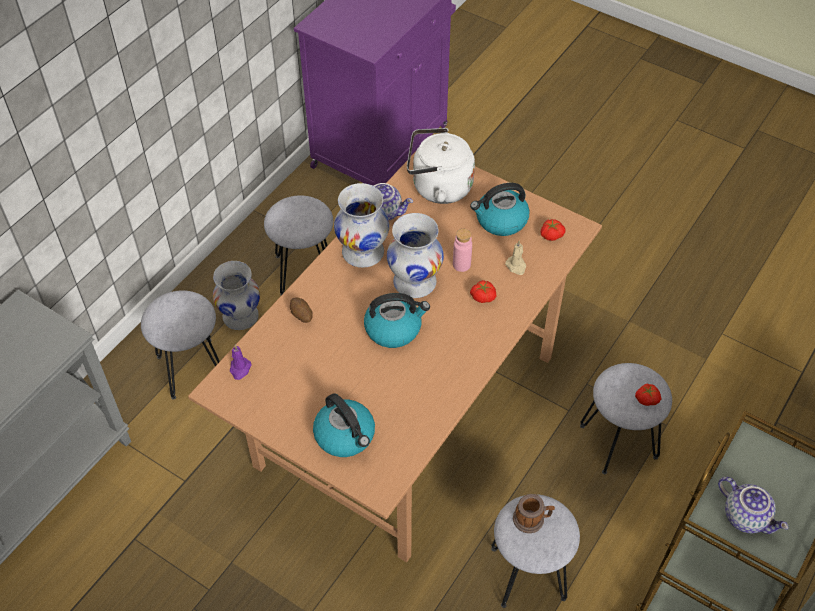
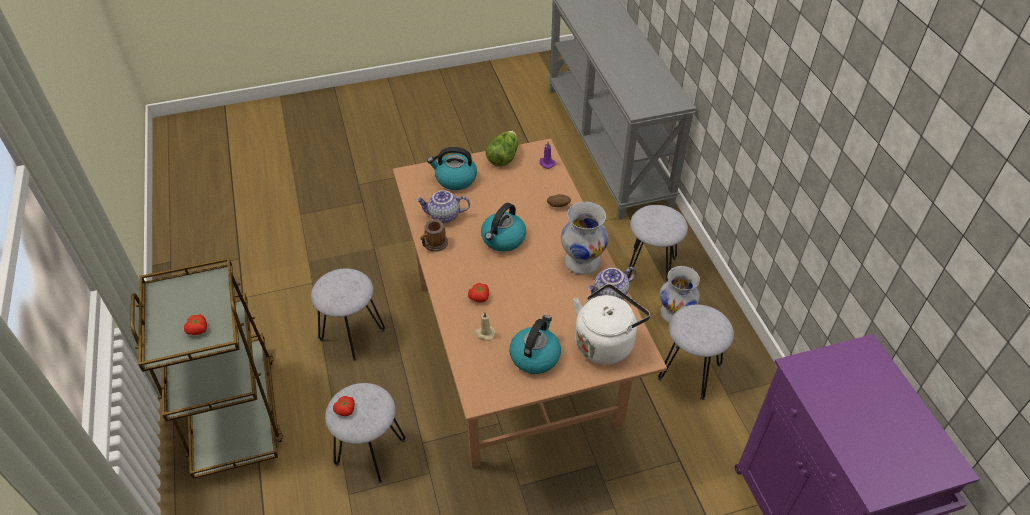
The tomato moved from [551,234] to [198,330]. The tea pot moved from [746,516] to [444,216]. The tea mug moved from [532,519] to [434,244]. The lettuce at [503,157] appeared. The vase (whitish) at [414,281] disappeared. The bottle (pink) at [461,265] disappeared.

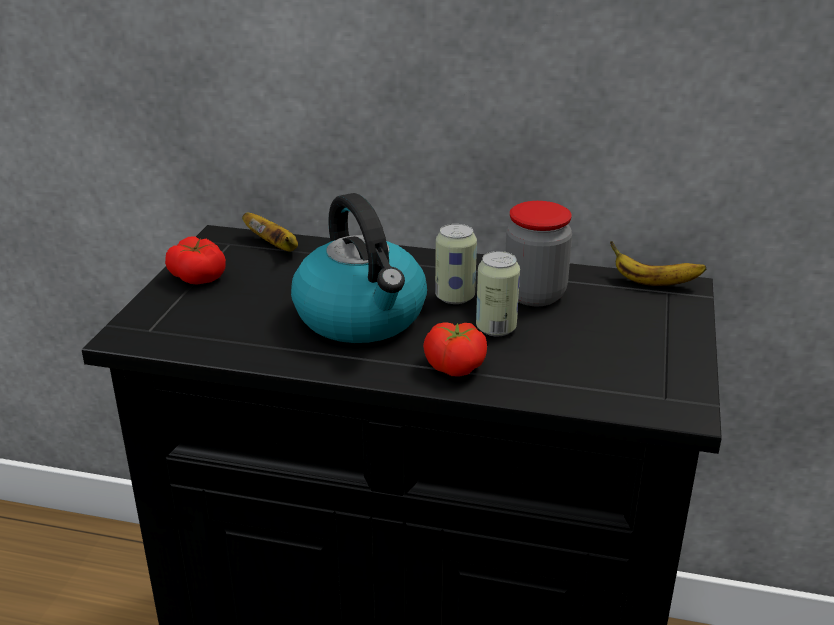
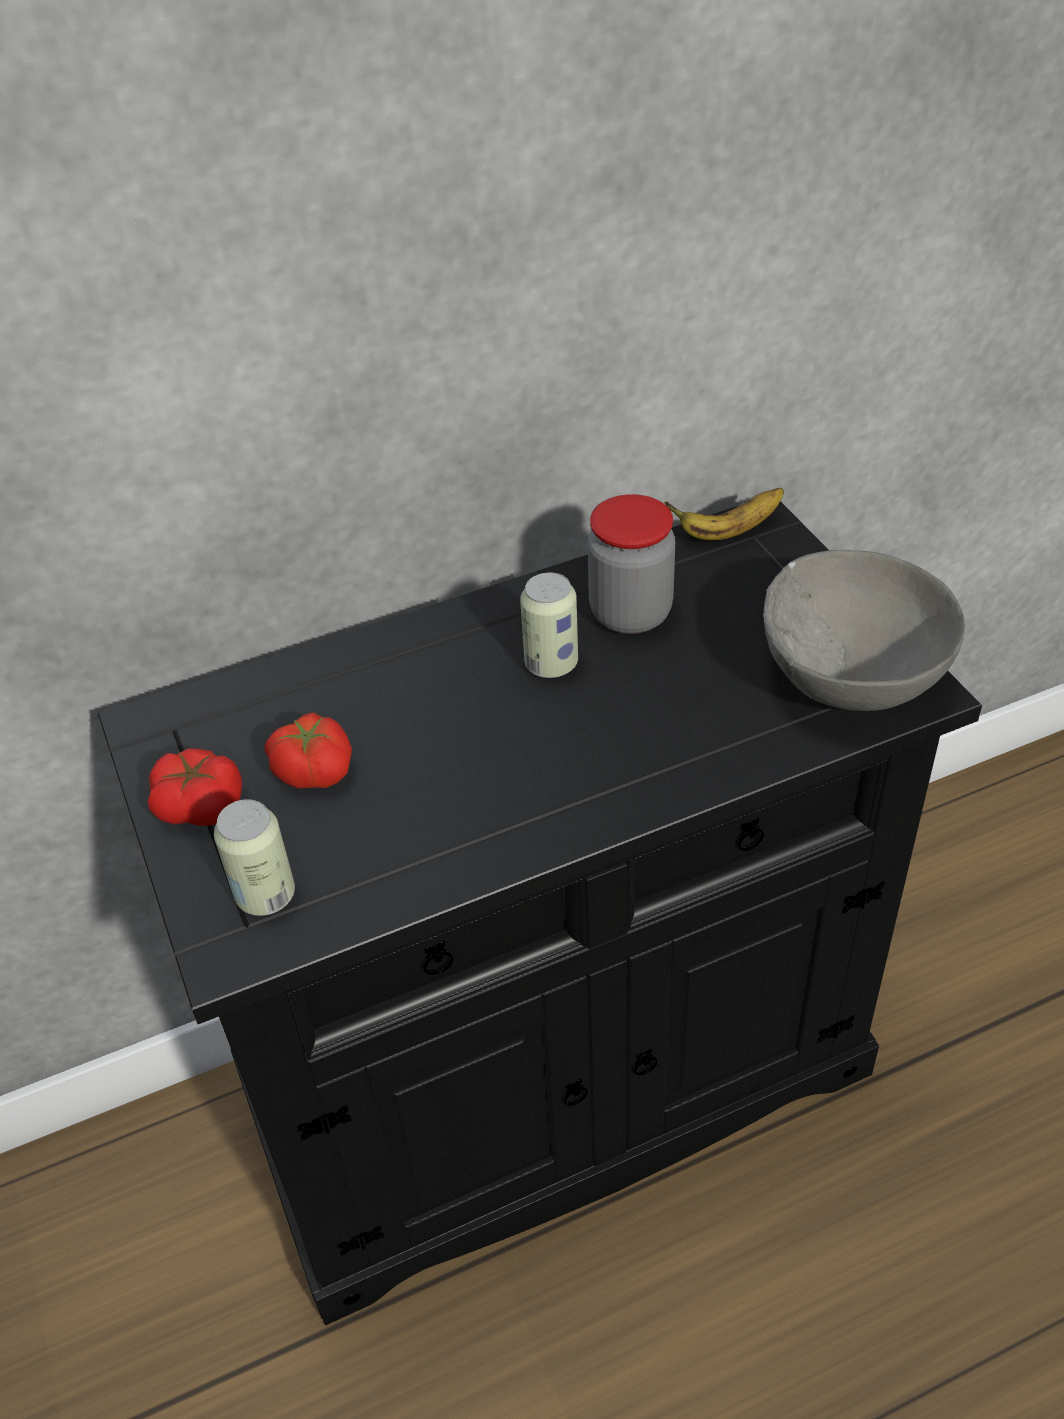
The can moved from [496,328] to [265,895]. The tomato moved from [456,366] to [315,769]. The serving bowl (gray) at [852,678] appeared. The whole banana at [275,246] disappeared. The water kettle at [362,317] disappeared.

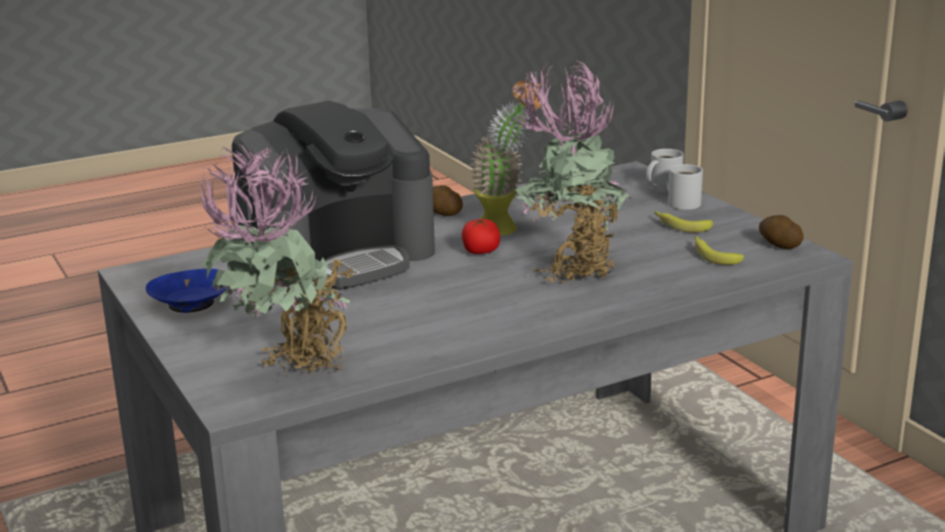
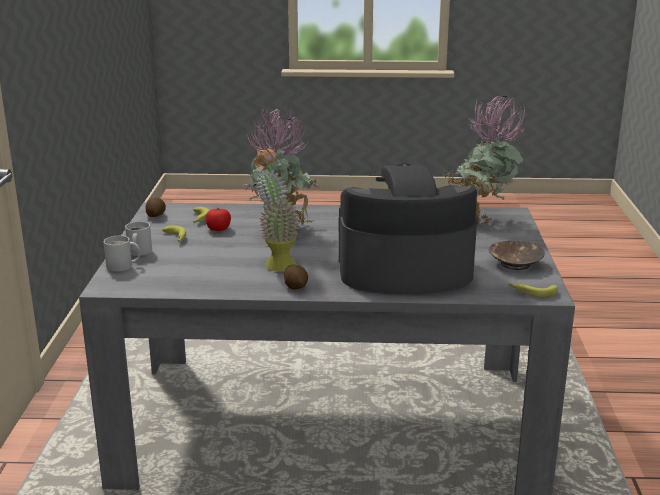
The tomato moved from [480,252] to [218,229]. The serving bowl (blue) at [192,303] became the serving bowl (brown) at [515,263]. The whole banana at [532,292] appeared.

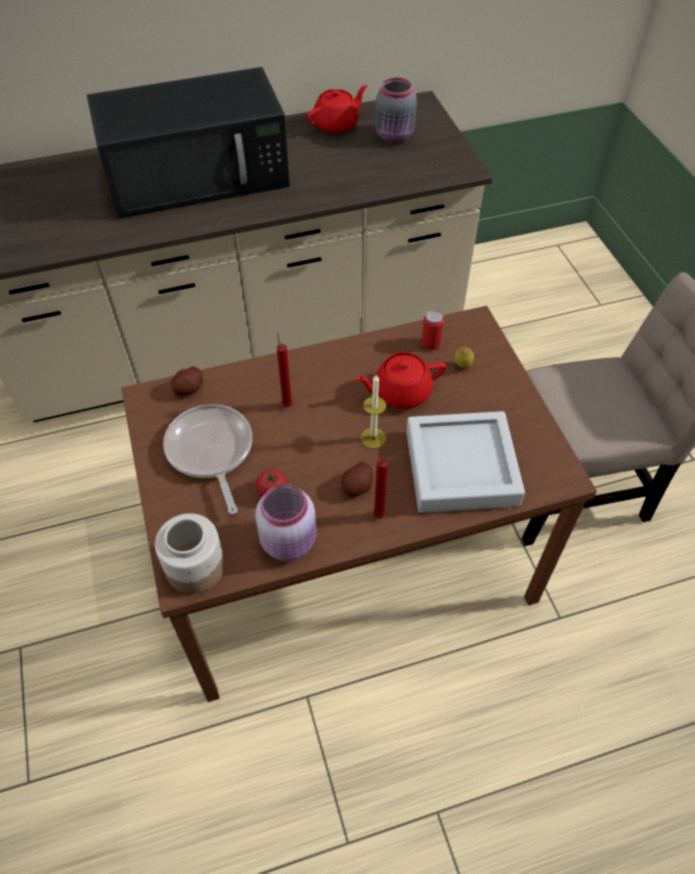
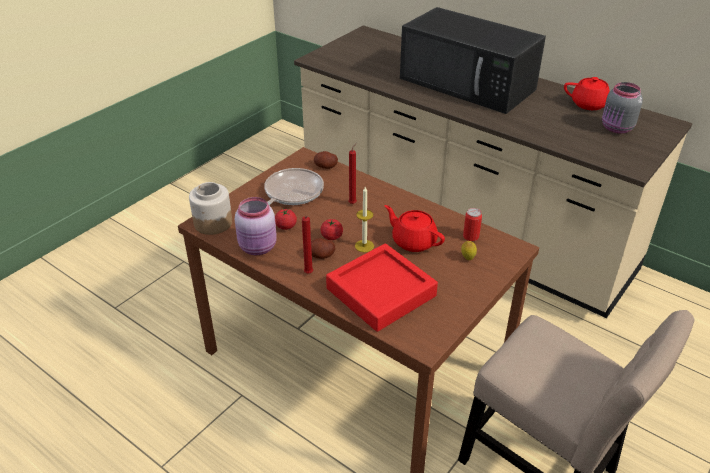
The tomato at [331,237] appeared. The carrying tray (gray) at [461,467] became the carrying tray (reddish) at [381,292].

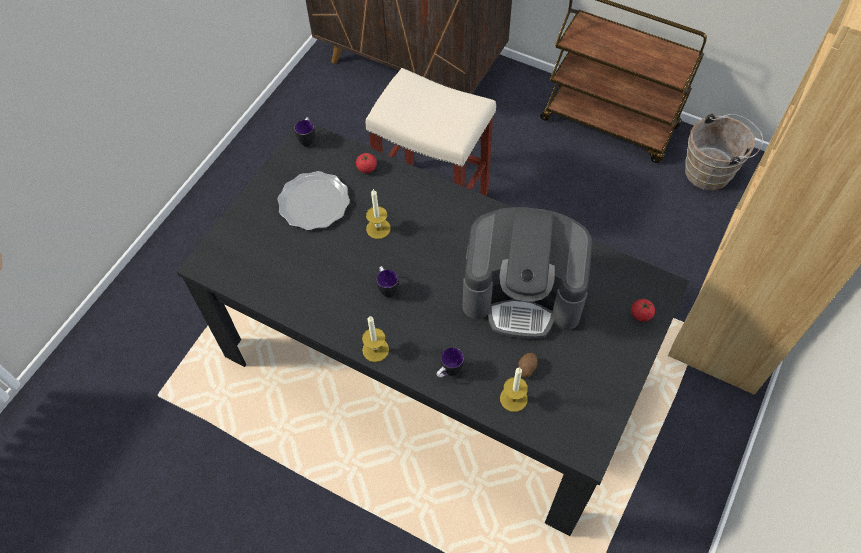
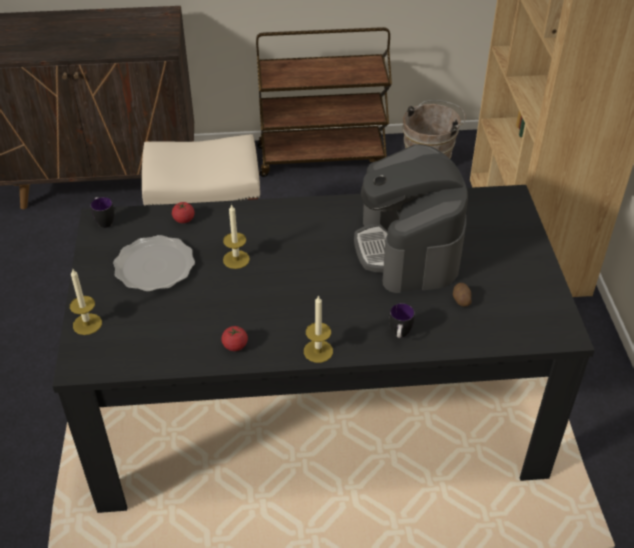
The candle moved from [513,398] to [87,324]. The tomato moved from [641,314] to [235,345]. The coffee maker at [523,293] turned 105 degrees clockwise. The tea mug at [387,288] disappeared.

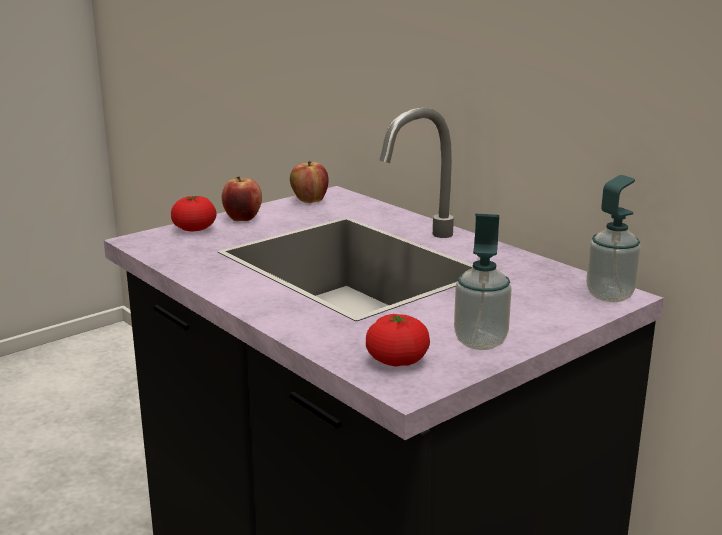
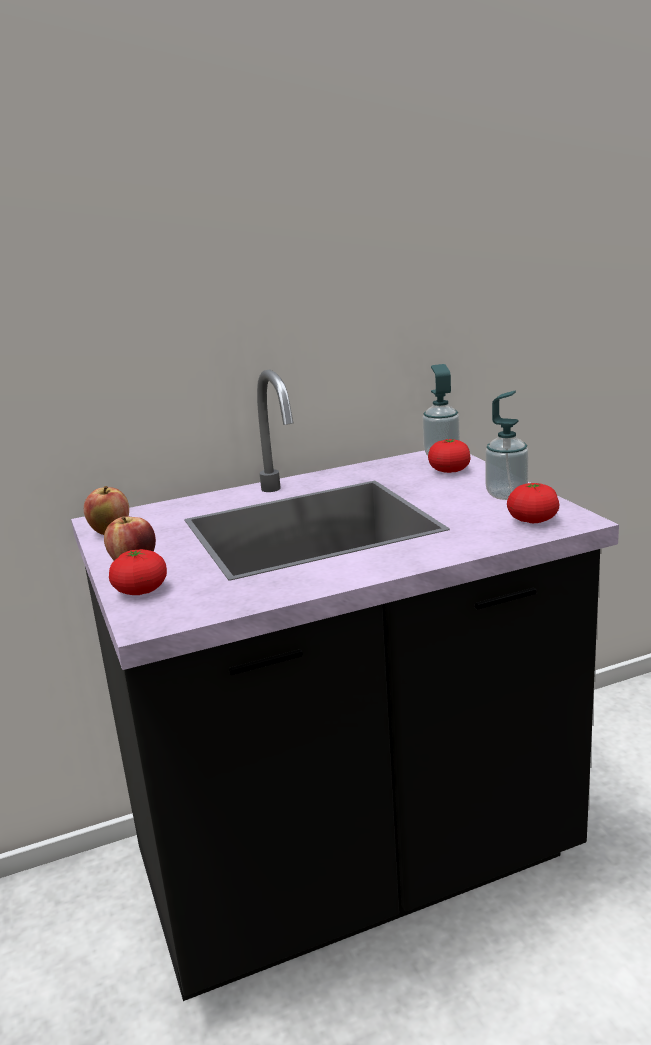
The tomato at [449,470] appeared.

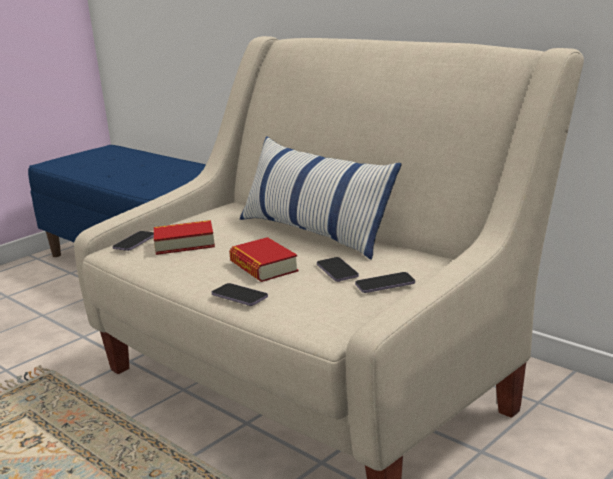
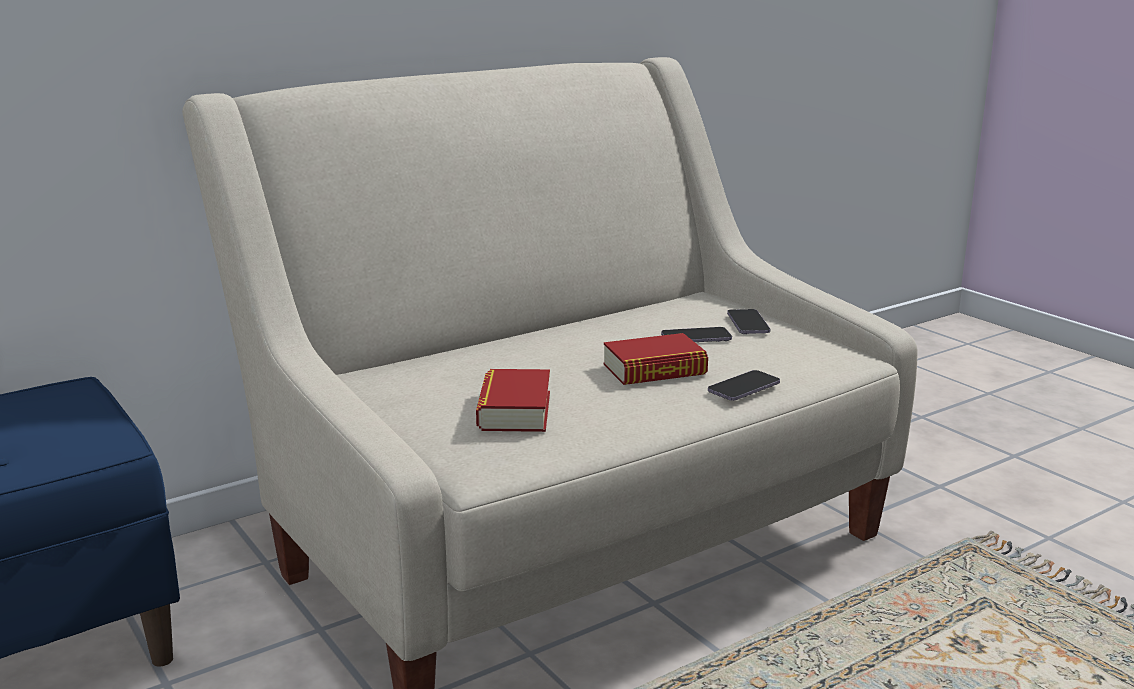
The phone at [135,242] disappeared. The pillow at [315,232] disappeared.

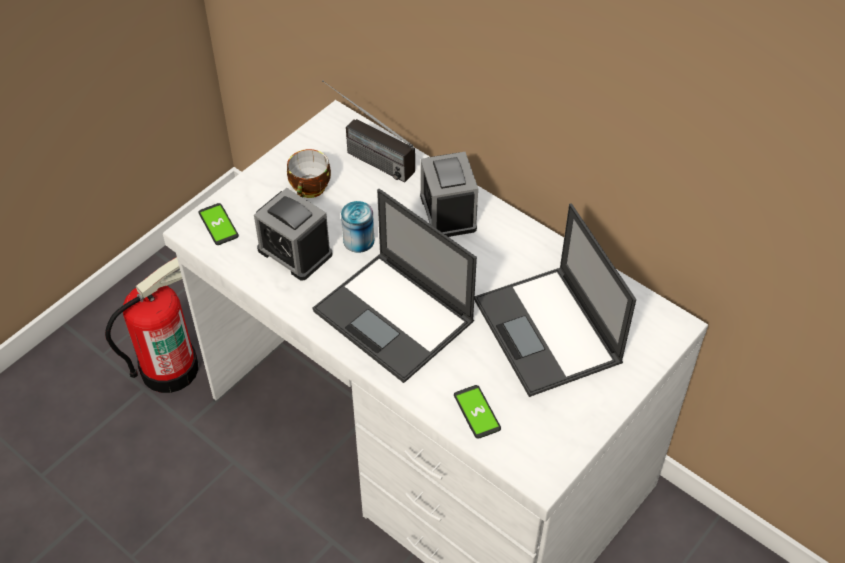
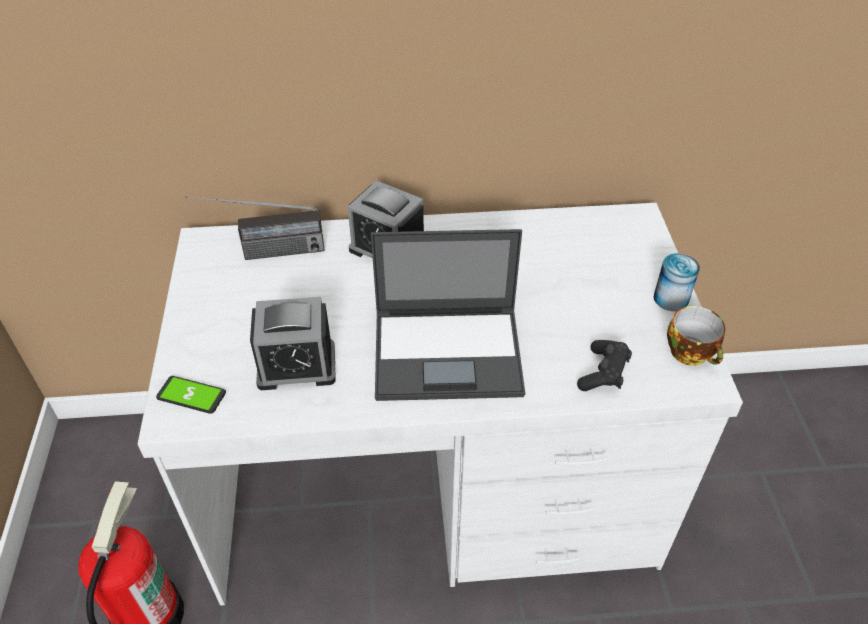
The phone at [477,412] was replaced by the gamepad (black) at [603,373]. The can moved from [358,240] to [671,298]. The drinking cup moved from [310,189] to [692,353]. The notebook computer at [548,332] disappeared.

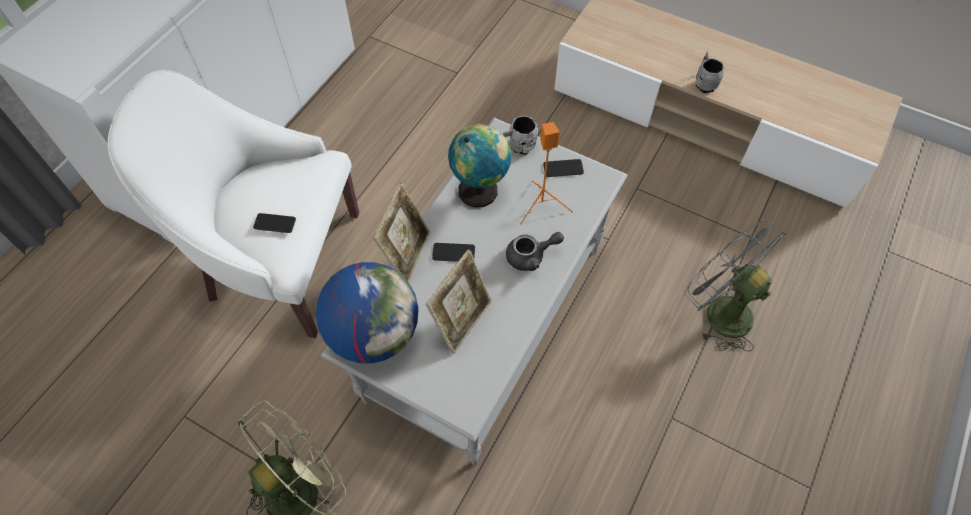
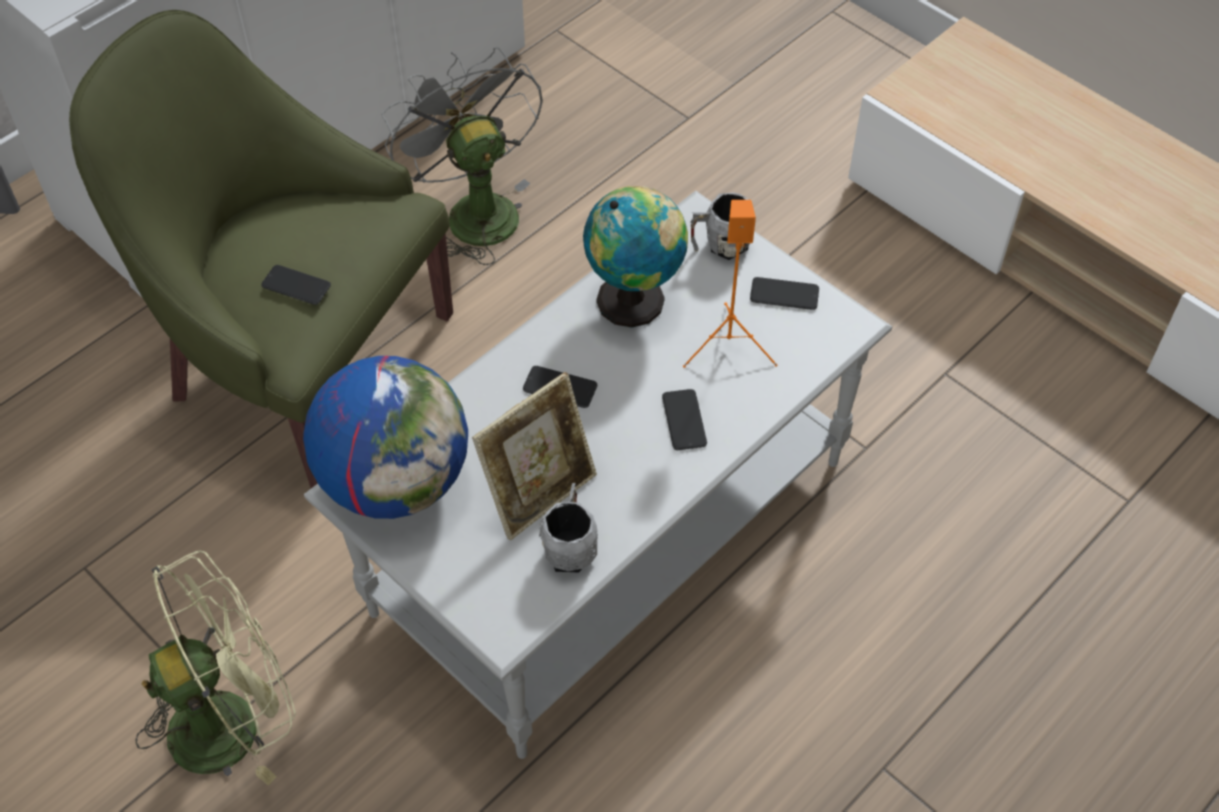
The armchair (whitish) at [280,262] became the armchair (green-coloured) at [302,364]. The cooling fan (gray) moved from [718,311] to [473,210]. The tea mug (gray) moved from [704,83] to [570,546]. The tea pot (gray) at [531,256] was replaced by the phone at [684,420]. The standing frame at [407,254] disappeared.

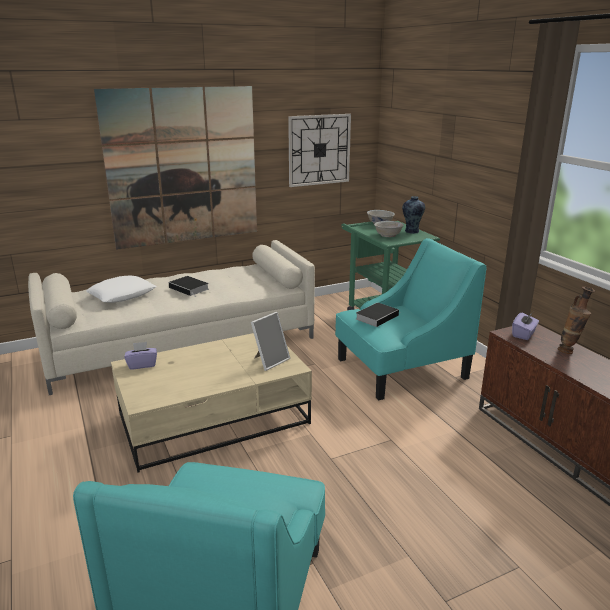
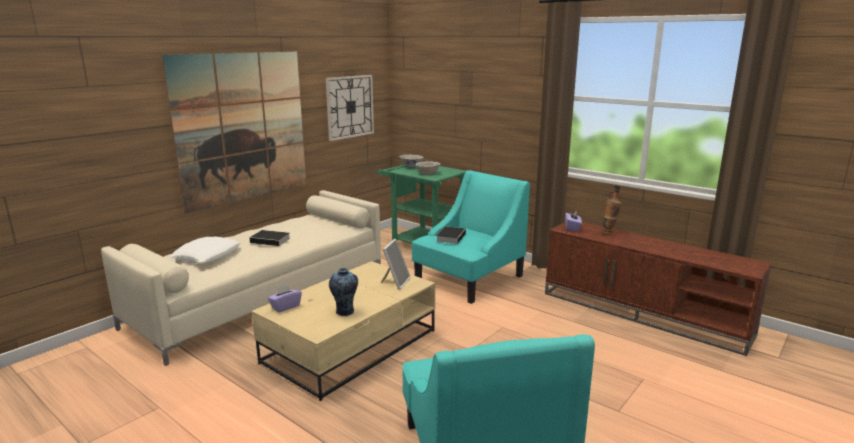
The vase moved from [411,231] to [345,312].

